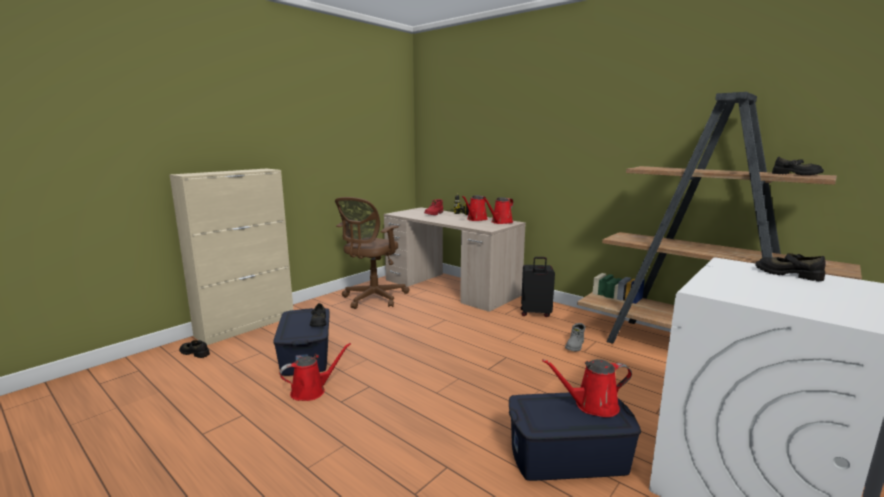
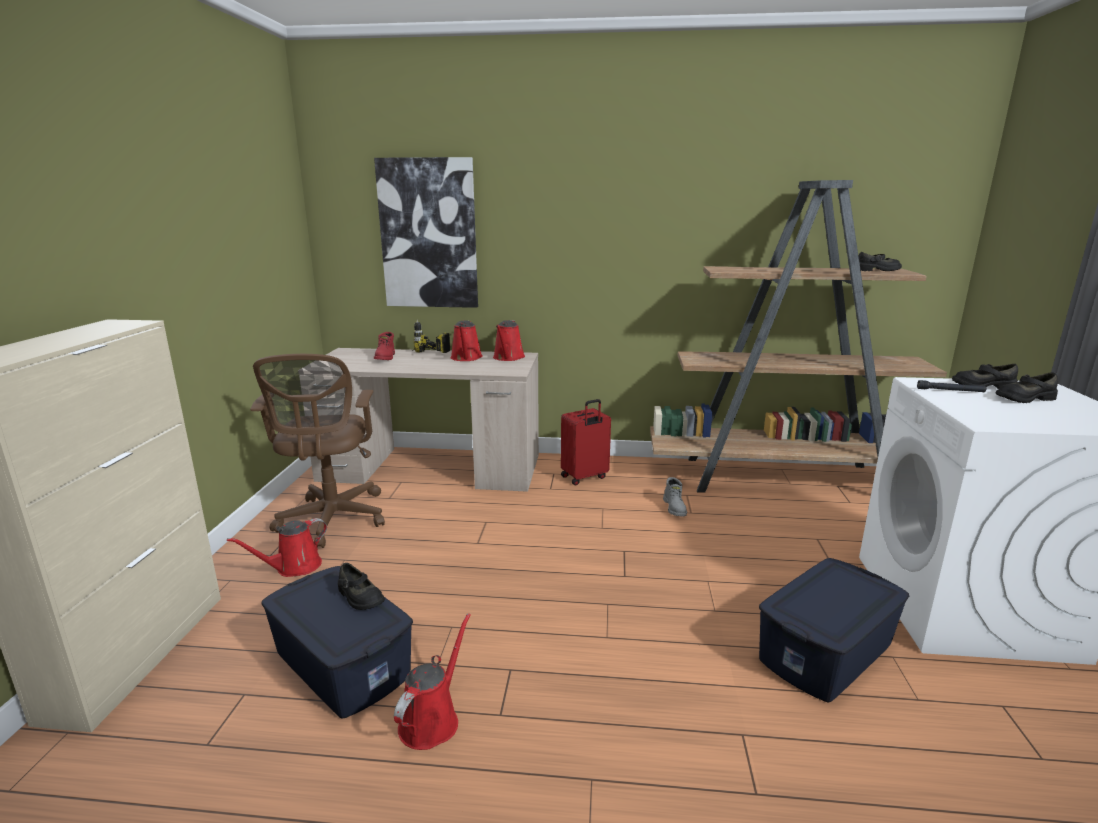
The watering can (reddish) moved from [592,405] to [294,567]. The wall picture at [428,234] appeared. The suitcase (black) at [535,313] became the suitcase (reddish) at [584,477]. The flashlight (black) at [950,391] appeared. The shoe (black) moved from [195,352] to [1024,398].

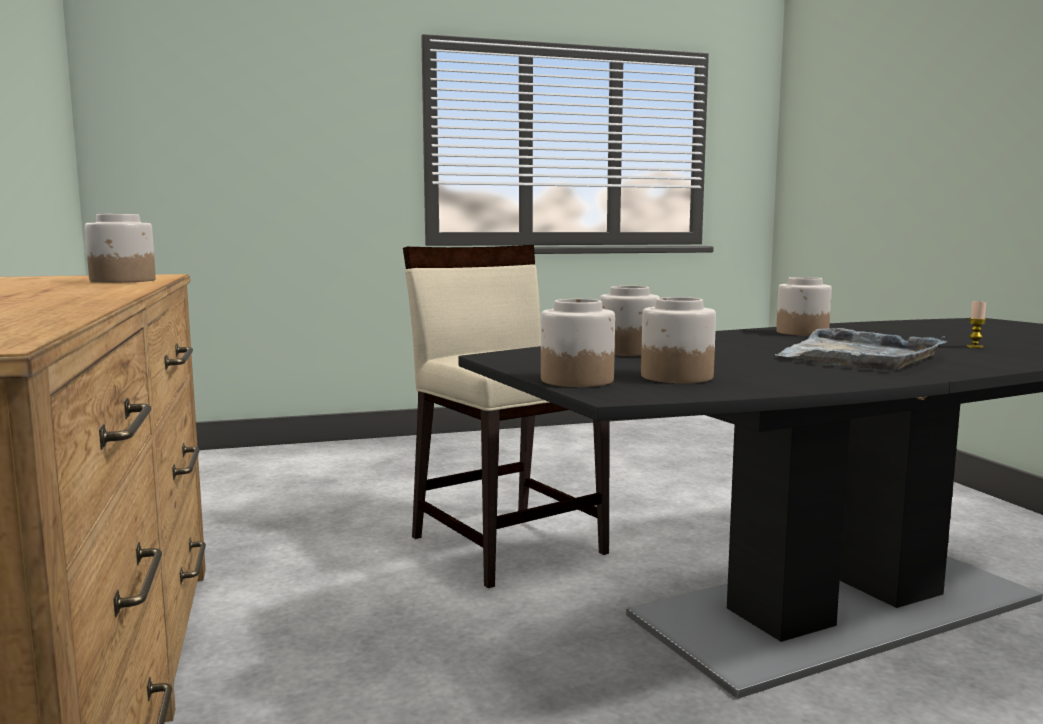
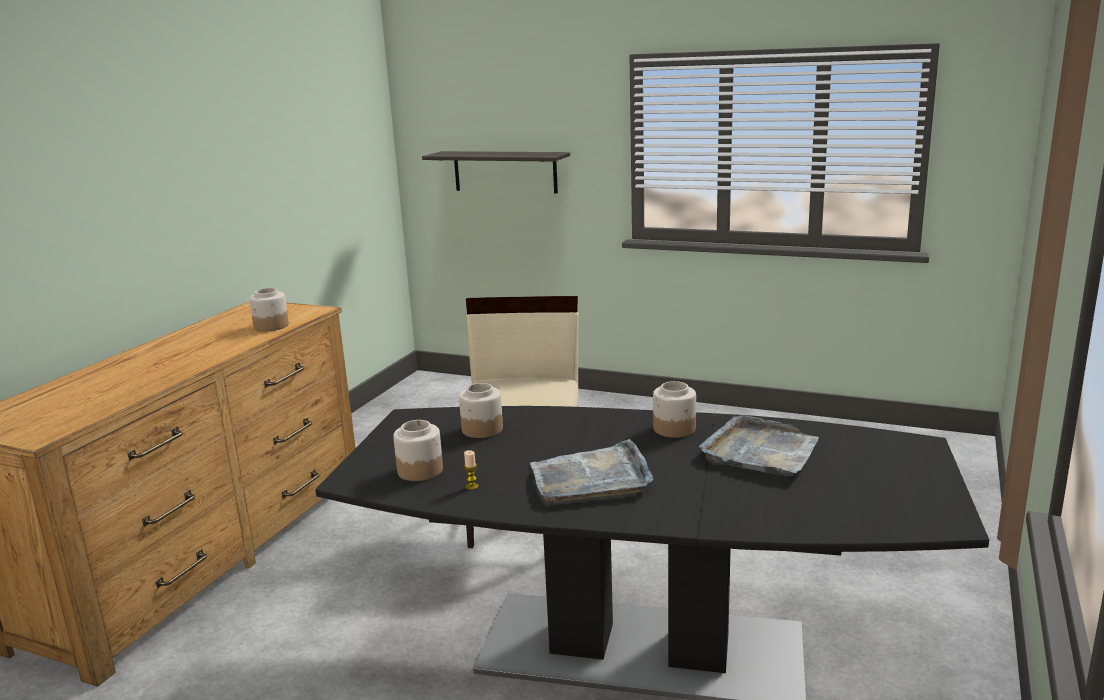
The wall shelf at [505,171] appeared. The candle moved from [975,347] to [472,486]. The carrying tray (gray) at [761,451] appeared. The preserve jar at [577,380] disappeared.

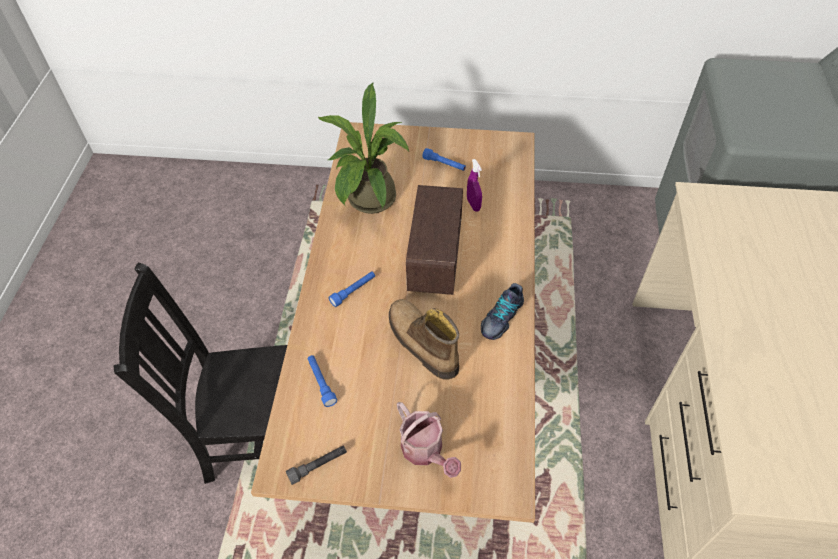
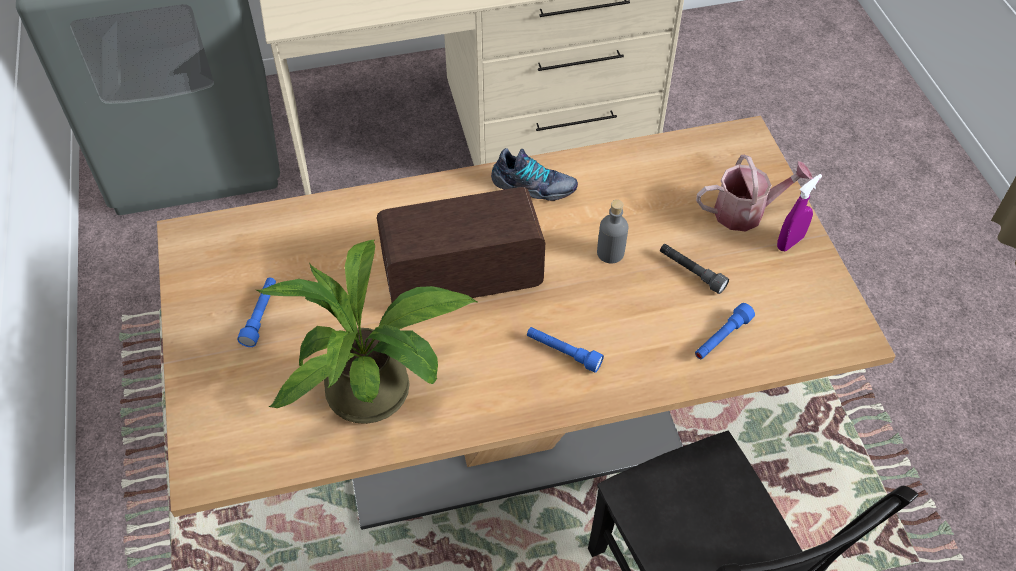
The boot at [421,343] was replaced by the bottle (gray) at [610,253]. The flashlight (gray) moved from [318,466] to [691,272]. The watering can at [425,451] turned 45 degrees clockwise. The hand sprayer (purple-coloured) moved from [473,205] to [790,242].

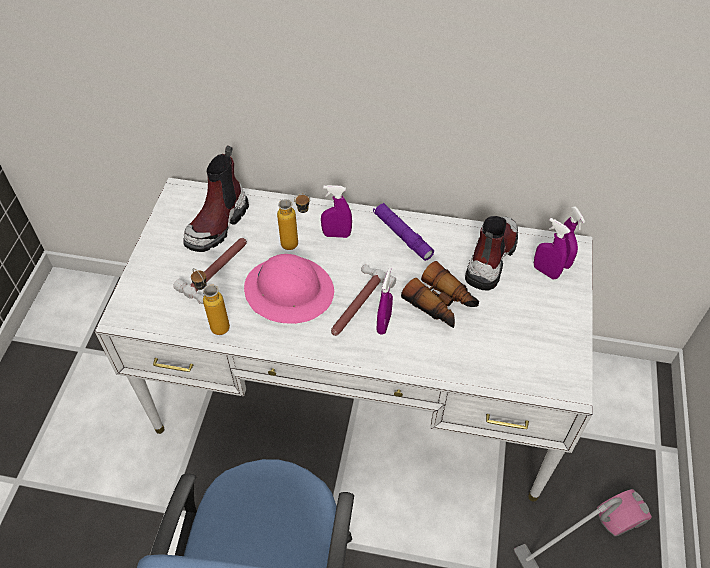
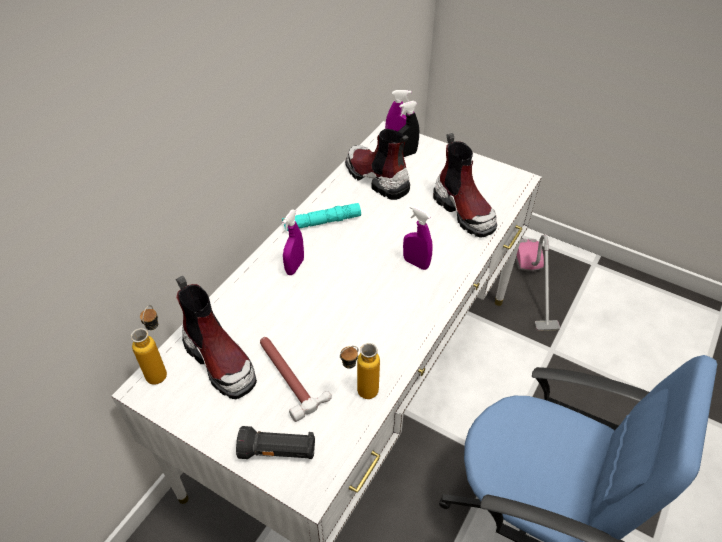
The bottle moved from [297,243] to [160,369]. The flashlight (black) at [278,452] appeared. The flashlight (purple-coloured) at [402,235] became the flashlight (turquoise) at [322,222]. The hand sprayer (purple-coloured) at [545,272] became the hand sprayer (black) at [405,154]. The boot at [464,211] appeared. The work helmet (pink) at [289,290] disappeared. The hammer at [356,305] disappeared. The binoculars at [441,304] disappeared.

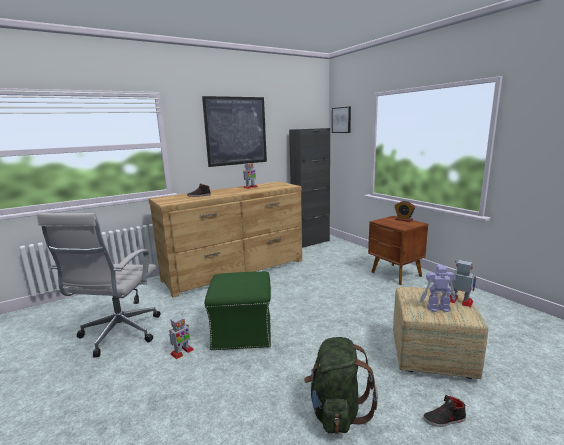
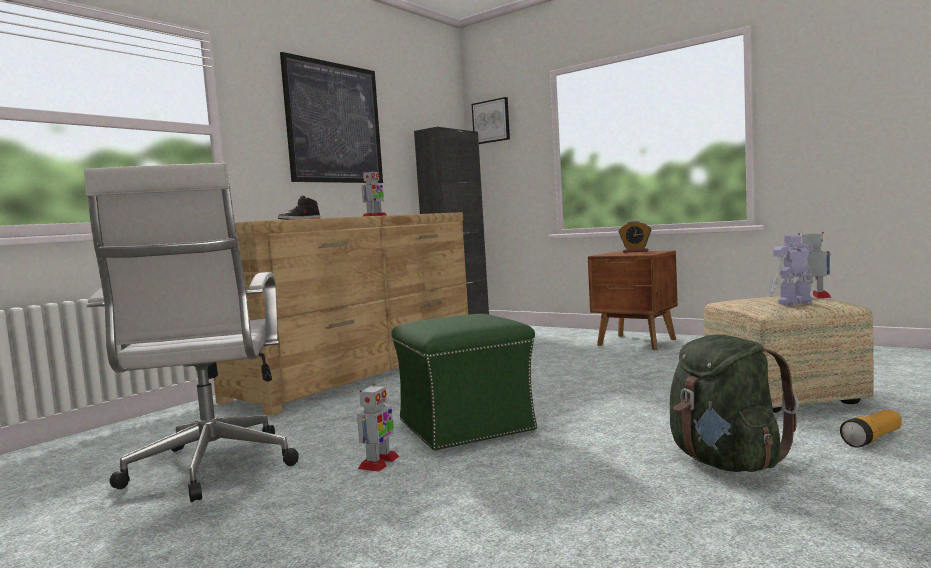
The shoe (black) at [444,419] was replaced by the flashlight at [872,439].

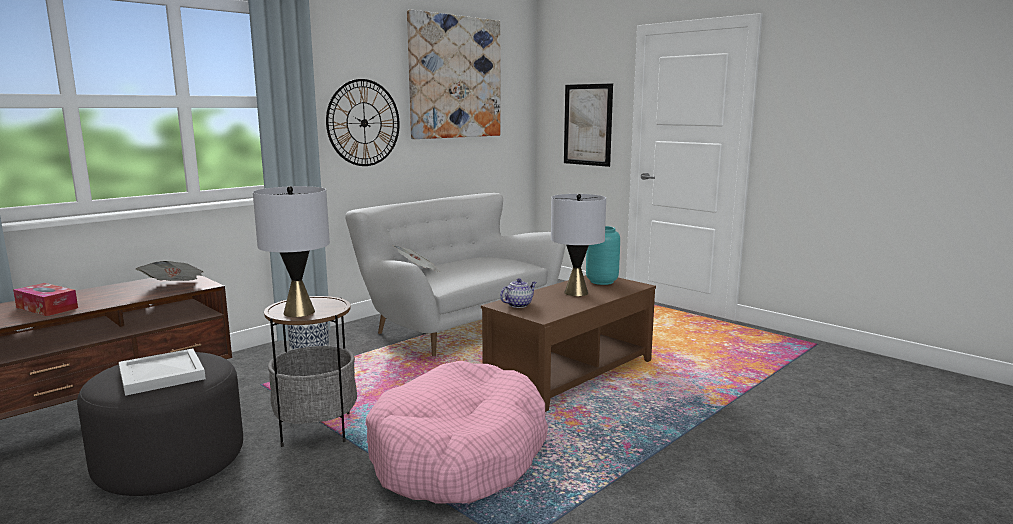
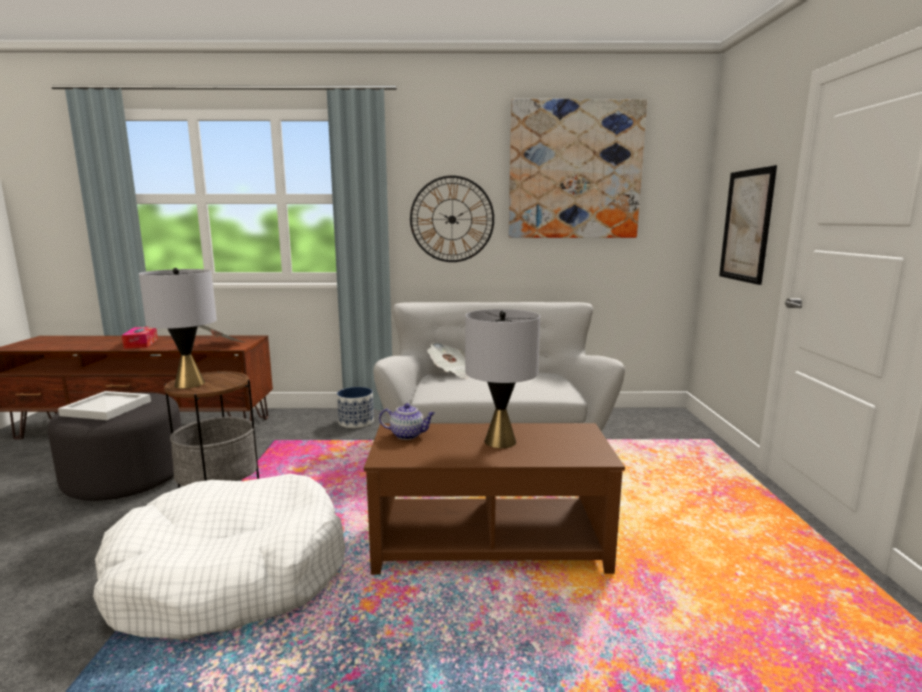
The dog bed (pink) at [458,454] became the dog bed (whitish) at [231,575]. The vase (turquoise) at [601,281] disappeared.

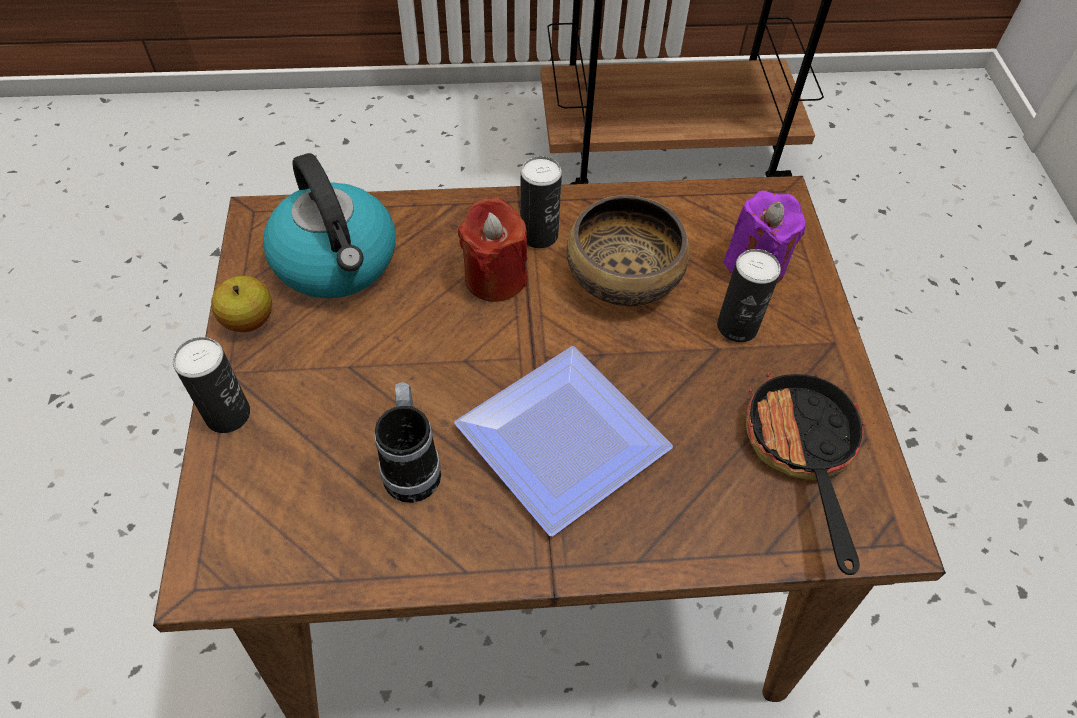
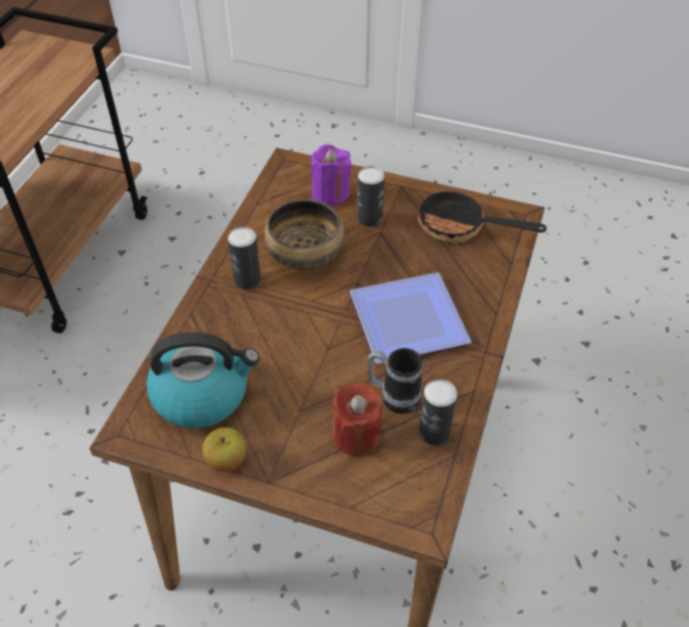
The candle (reddish) moved from [495,278] to [356,435]. The can moved from [228,414] to [434,432].

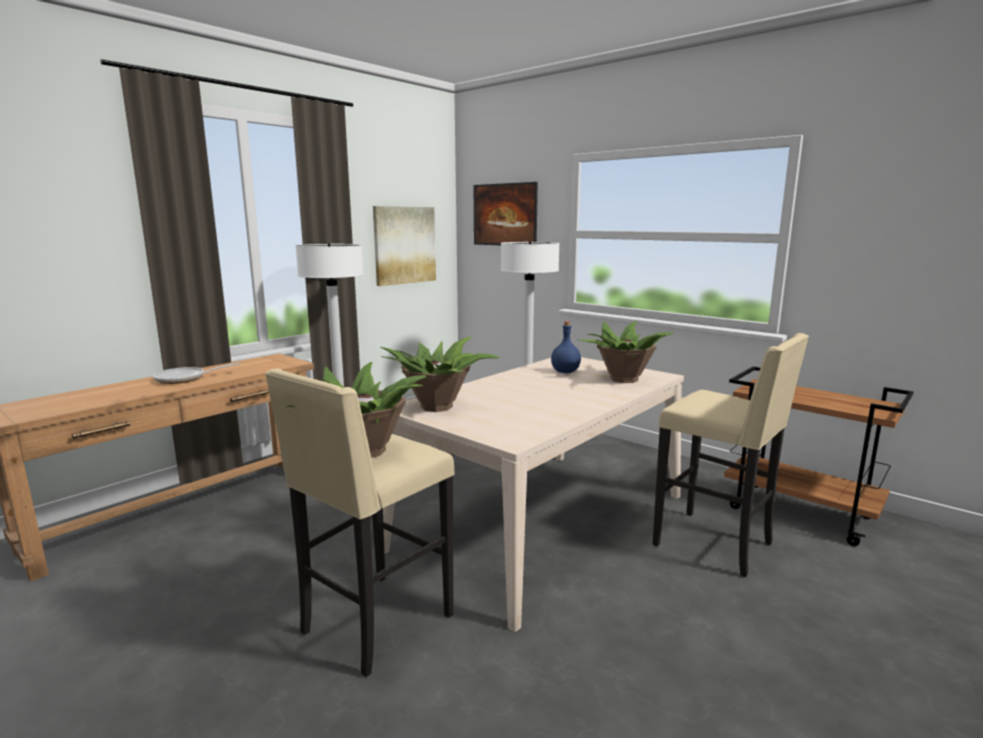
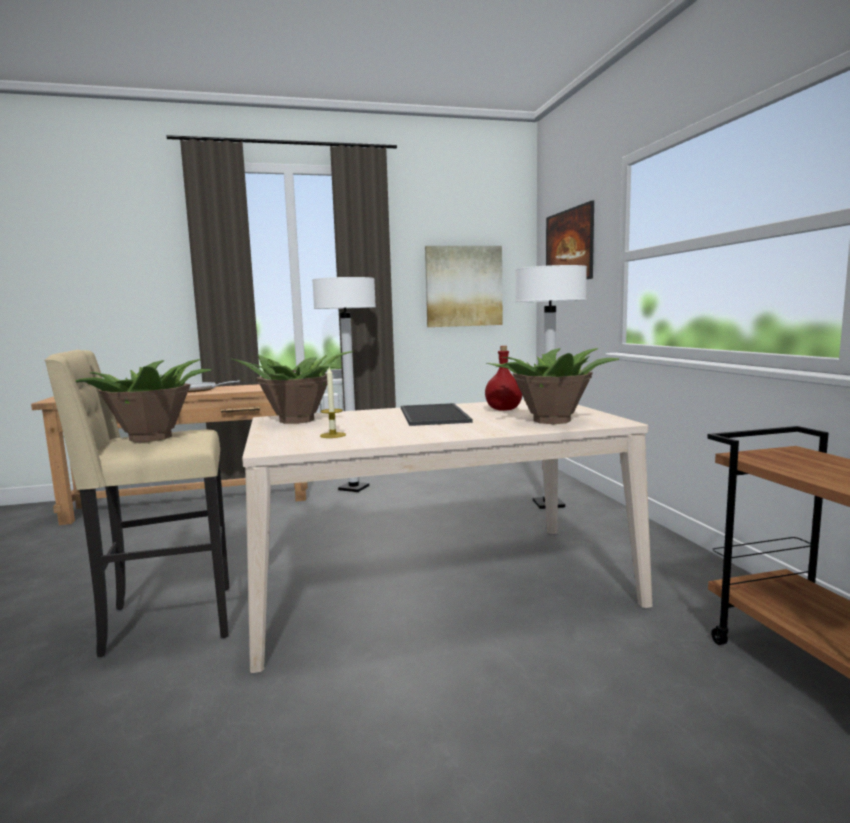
The candle at [333,435] appeared. The carrying tray at [435,415] appeared. The bottle (blue) at [565,372] became the bottle (reddish) at [504,409]. The sitting stool (beige) at [716,544] disappeared.

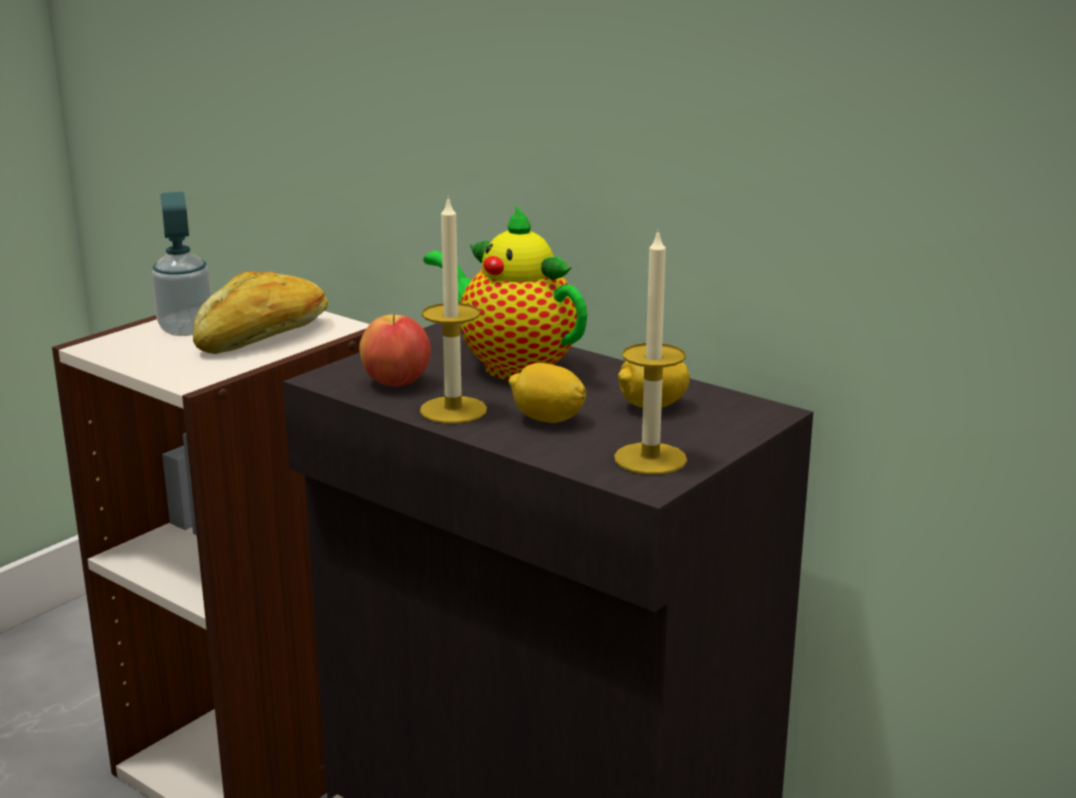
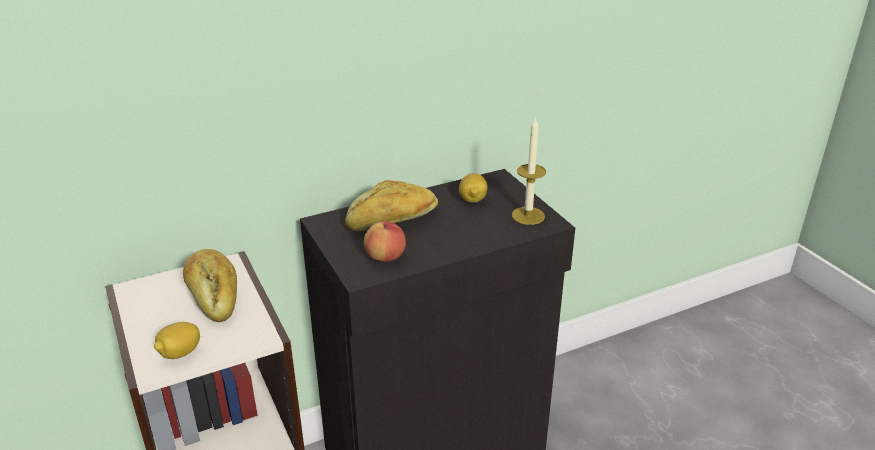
The whole lemon moved from [547,419] to [180,353]. The tea pot at [512,366] was replaced by the bread at [392,220]. The soap bottle at [186,329] disappeared. The candle at [453,410] disappeared.

